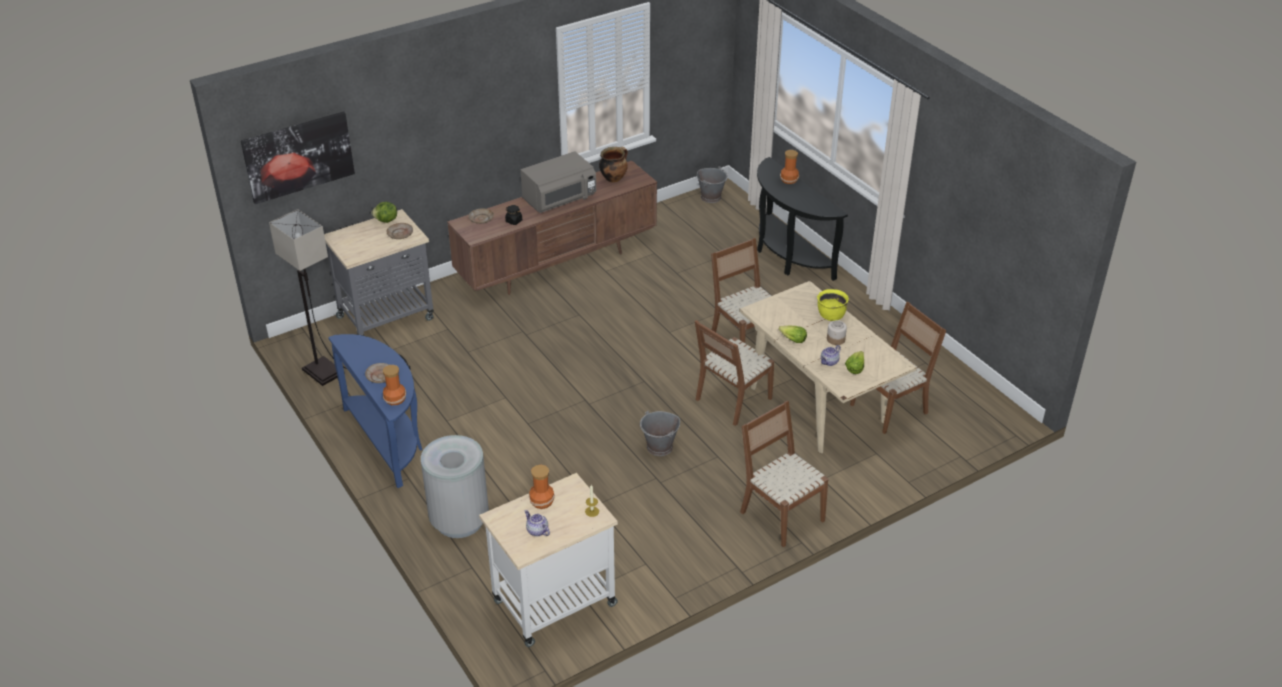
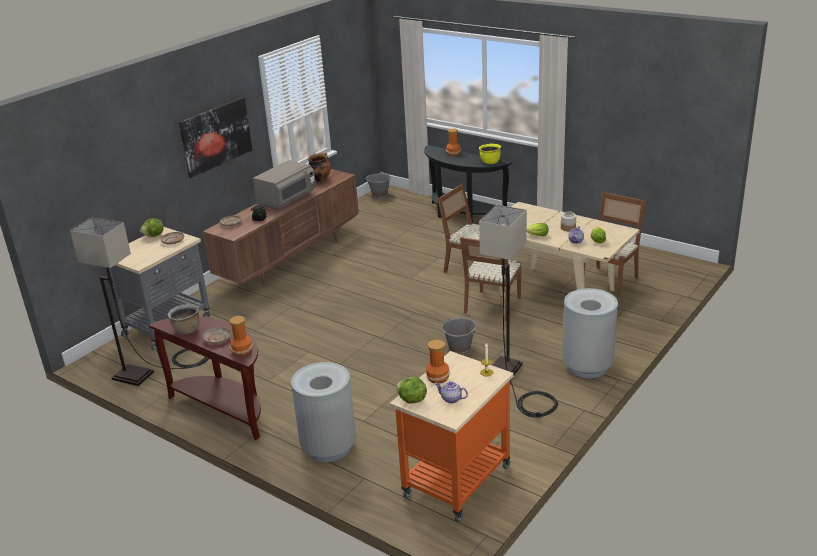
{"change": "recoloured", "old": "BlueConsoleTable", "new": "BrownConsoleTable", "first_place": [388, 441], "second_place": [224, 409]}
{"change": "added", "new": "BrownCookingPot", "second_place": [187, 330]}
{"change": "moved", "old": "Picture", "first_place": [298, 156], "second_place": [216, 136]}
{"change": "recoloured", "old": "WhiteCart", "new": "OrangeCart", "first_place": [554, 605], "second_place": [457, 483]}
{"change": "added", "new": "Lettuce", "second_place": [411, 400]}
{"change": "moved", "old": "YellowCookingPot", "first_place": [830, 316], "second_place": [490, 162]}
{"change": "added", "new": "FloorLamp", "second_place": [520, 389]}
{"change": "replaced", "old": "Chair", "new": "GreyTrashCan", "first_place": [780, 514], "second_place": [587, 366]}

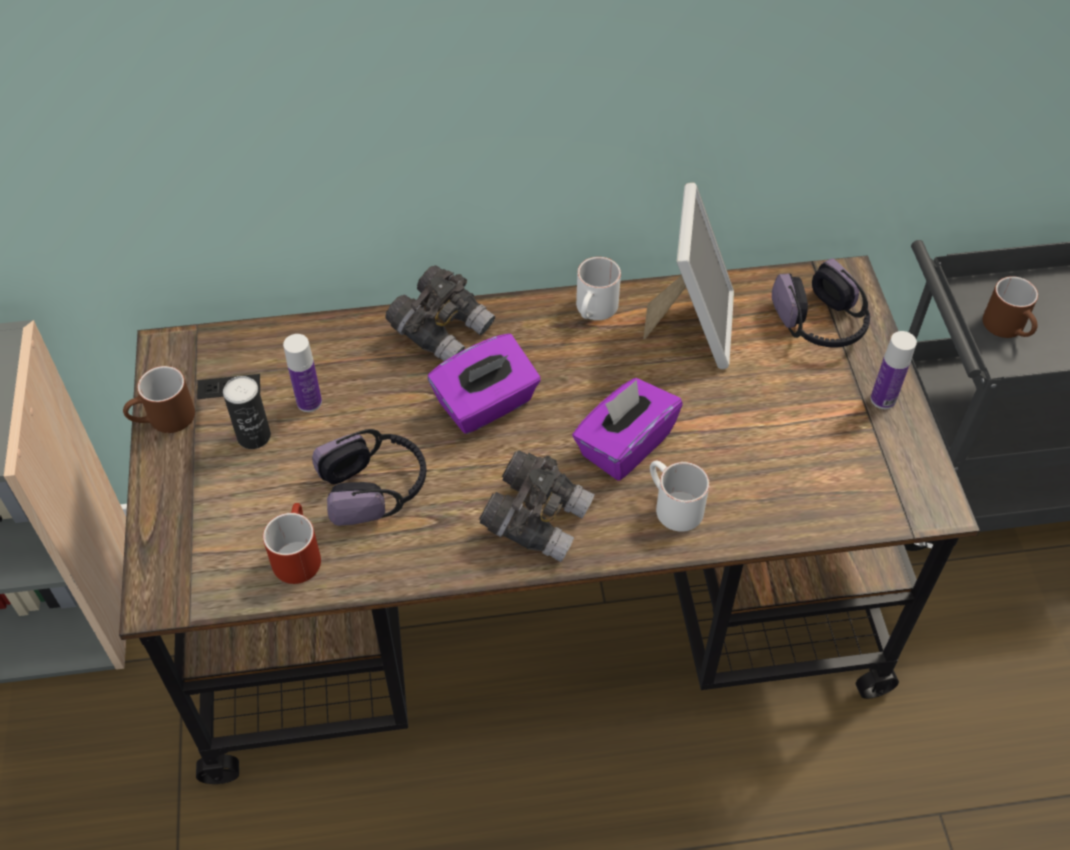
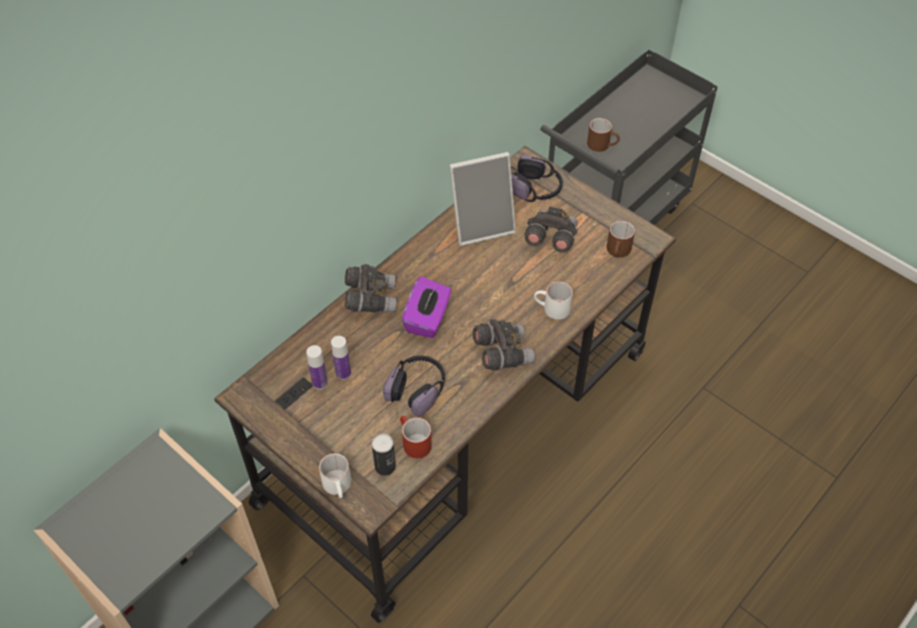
{"change": "moved", "old": "Bottle", "first_place": [883, 399], "second_place": [320, 383]}
{"change": "moved", "old": "WhiteMug", "first_place": [595, 311], "second_place": [339, 487]}
{"change": "moved", "old": "Can", "first_place": [254, 436], "second_place": [385, 466]}
{"change": "turned", "old": "PictureFrame", "first_place": [691, 326], "second_place": [482, 224], "degrees": 105}
{"change": "added", "new": "GreyBinoculars", "second_place": [550, 239]}
{"change": "moved", "old": "BrownMug", "first_place": [164, 420], "second_place": [618, 252]}
{"change": "removed", "old": "PurpleTissueBox", "first_place": [624, 445]}

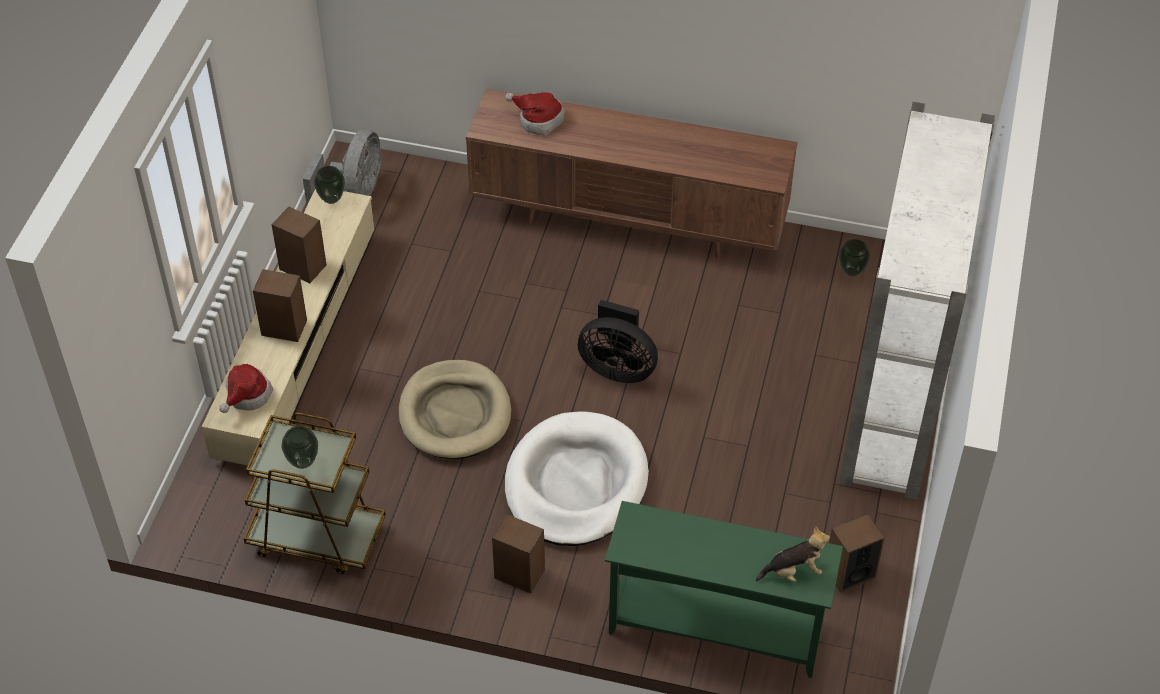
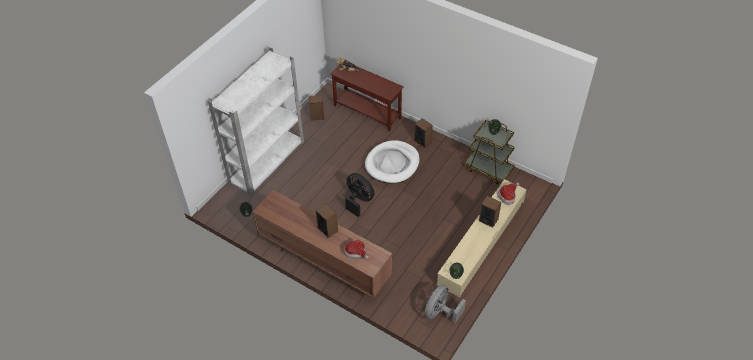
{"change": "moved", "old": "Speaker", "first_place": [302, 267], "second_place": [328, 229]}
{"change": "recoloured", "old": "GreenConsoleTable", "new": "BrownConsoleTable", "first_place": [714, 628], "second_place": [367, 112]}
{"change": "removed", "old": "BeigeDogBed", "first_place": [455, 413]}

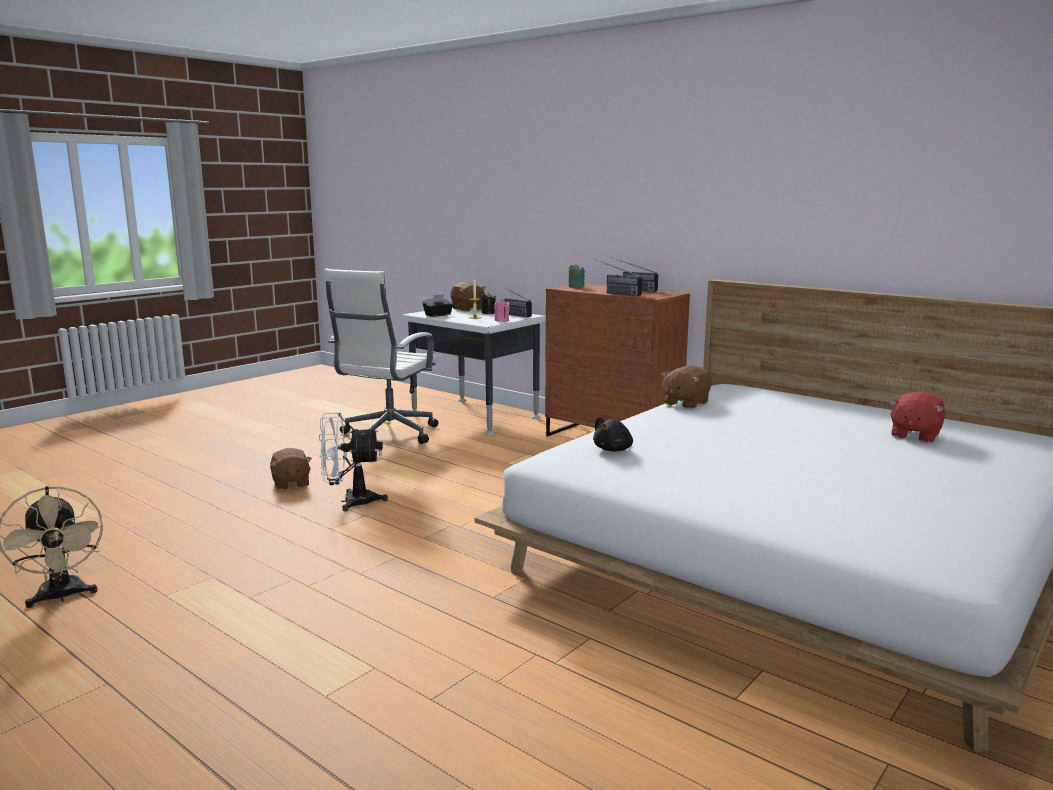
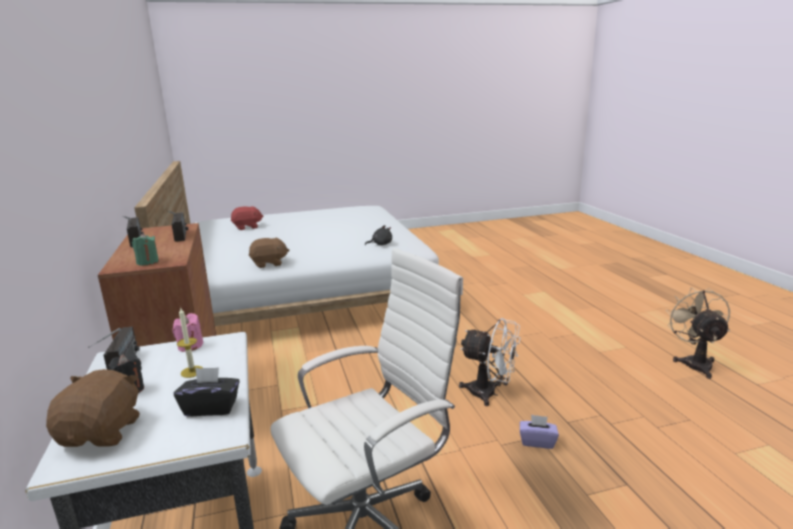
{"change": "replaced", "old": "BrownPlushToy", "new": "PurpleTissueBox", "first_place": [291, 484], "second_place": [537, 441]}

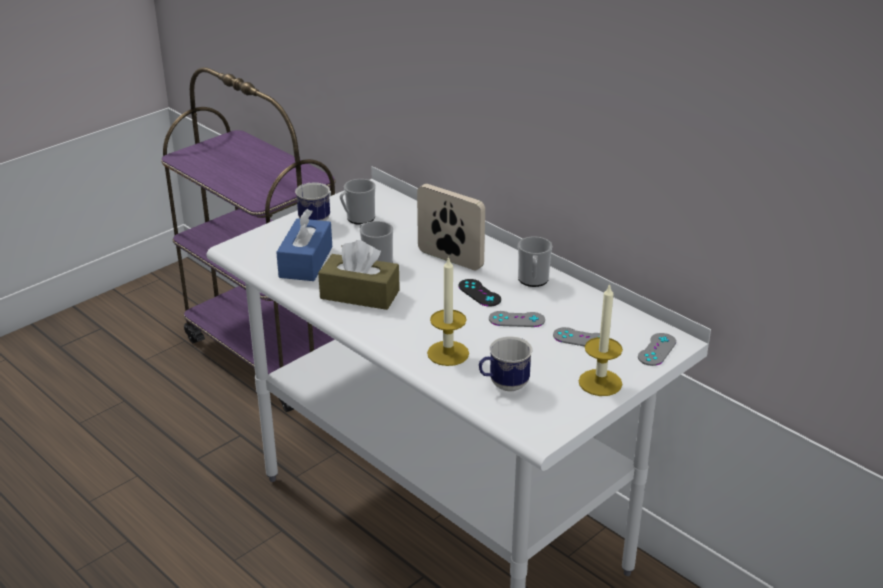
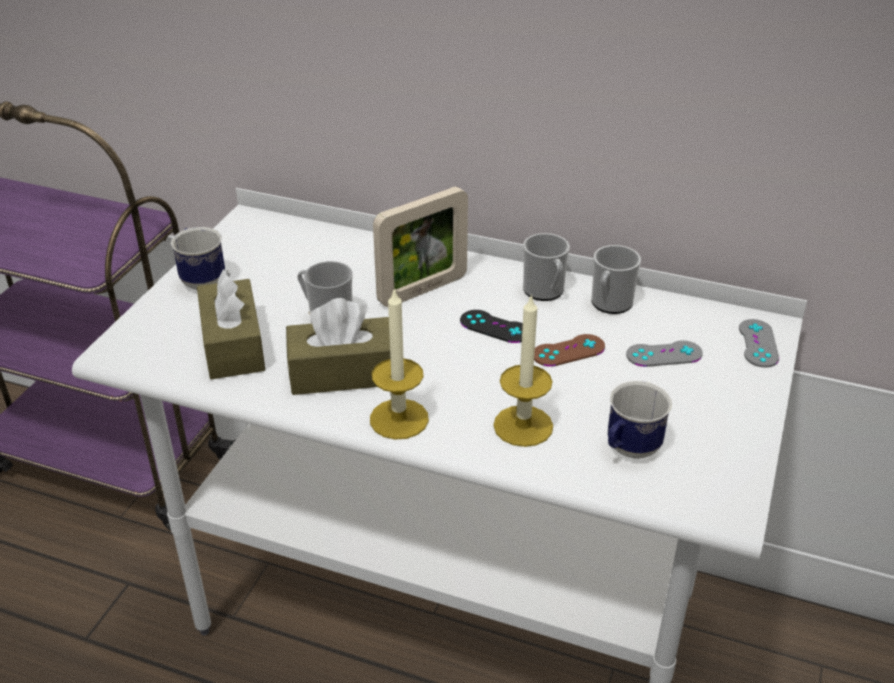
{"change": "recoloured", "old": "BlueTissueBox", "new": "BrownTissueBox", "first_place": [306, 262], "second_place": [233, 345]}
{"change": "moved", "old": "Candle", "first_place": [600, 382], "second_place": [399, 419]}
{"change": "turned", "old": "PictureFrame", "first_place": [450, 259], "second_place": [422, 290], "degrees": 135}
{"change": "recoloured", "old": "GreyGameController", "new": "BrownGameController", "first_place": [516, 319], "second_place": [568, 351]}
{"change": "moved", "old": "Mug", "first_place": [357, 218], "second_place": [609, 304]}

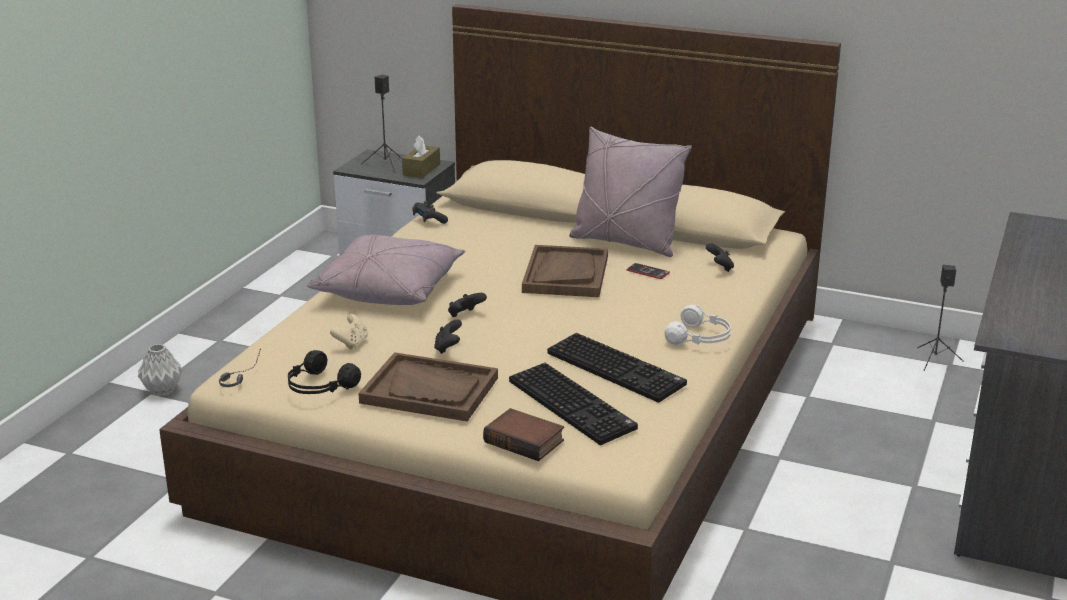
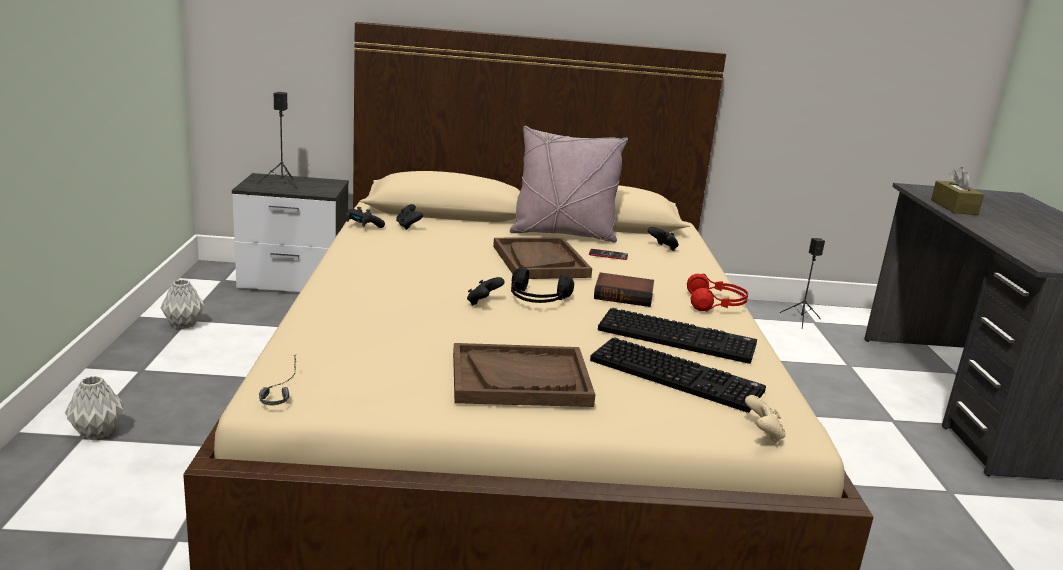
{"change": "added", "new": "GreyVase", "second_place": [184, 324]}
{"change": "moved", "old": "BlackGameController", "first_place": [448, 348], "second_place": [408, 226]}
{"change": "moved", "old": "BlackHeadphones", "first_place": [319, 387], "second_place": [537, 299]}
{"change": "moved", "old": "Book", "first_place": [526, 440], "second_place": [624, 295]}
{"change": "recoloured", "old": "WhiteHeadphones", "new": "RedHeadphones", "first_place": [700, 338], "second_place": [716, 304]}
{"change": "moved", "old": "BeigeGameController", "first_place": [351, 343], "second_place": [763, 434]}
{"change": "moved", "old": "BrownTissueBox", "first_place": [421, 170], "second_place": [954, 207]}
{"change": "removed", "old": "PurplePillow", "first_place": [389, 289]}

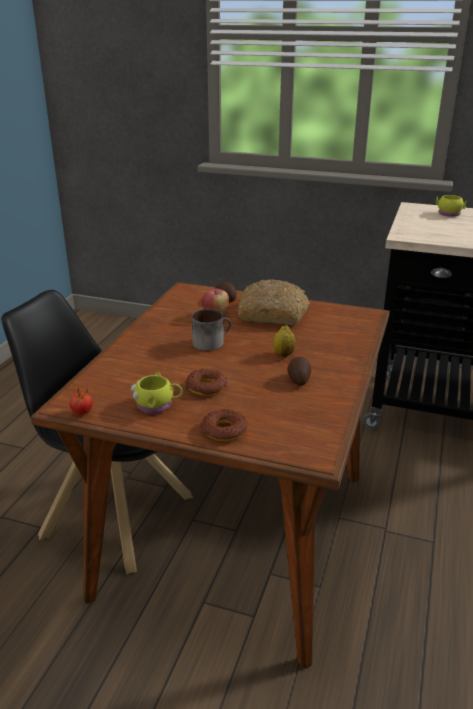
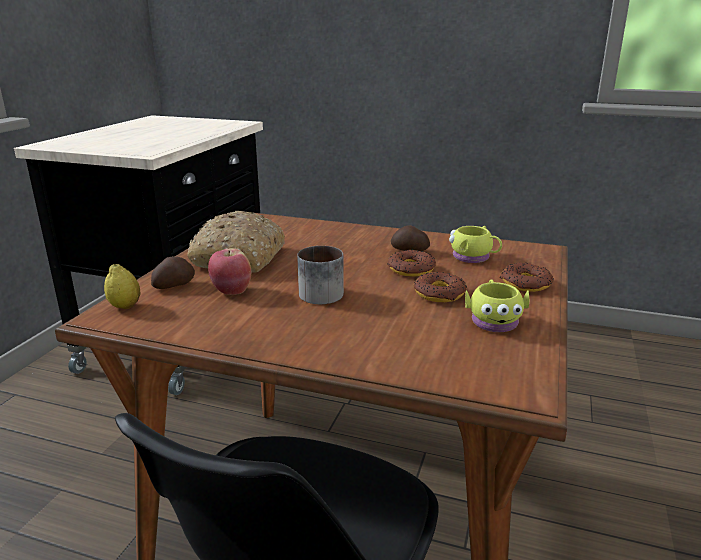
{"change": "moved", "old": "Lemon", "first_place": [283, 354], "second_place": [125, 306]}
{"change": "added", "new": "Donut", "second_place": [411, 269]}
{"change": "moved", "old": "YellowMug", "first_place": [448, 214], "second_place": [474, 258]}
{"change": "removed", "old": "Tomato", "first_place": [82, 412]}

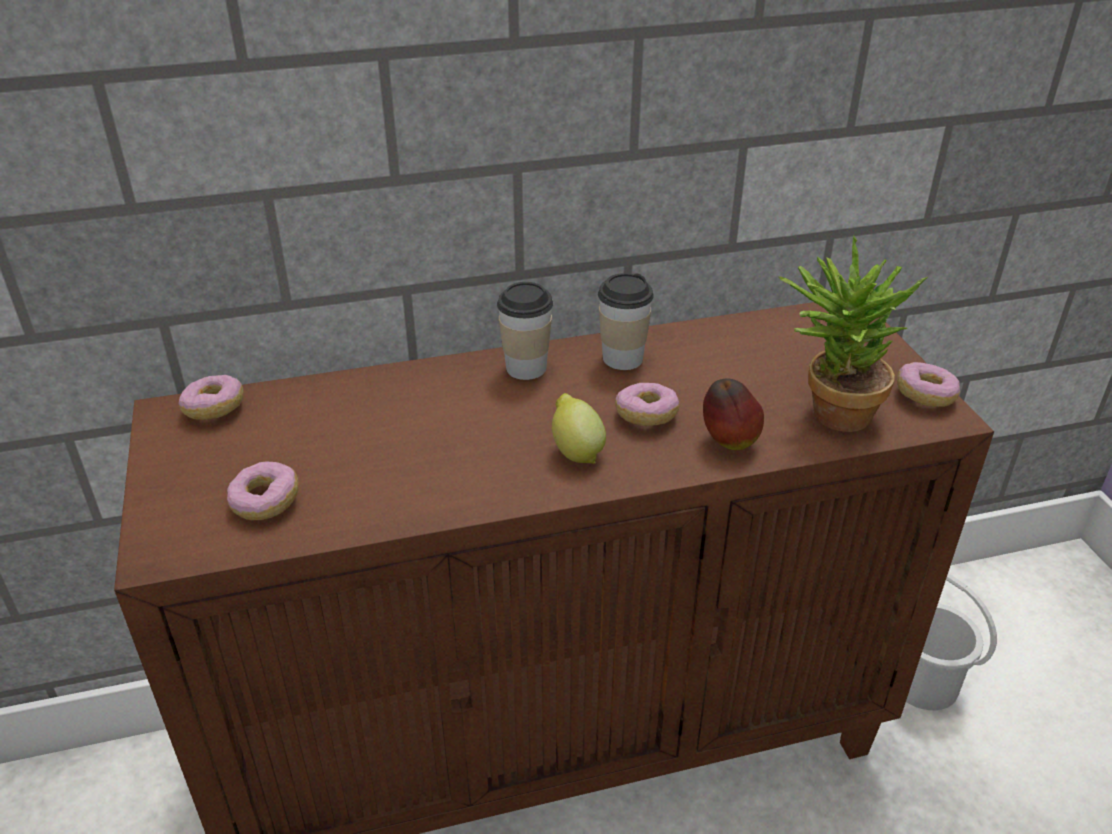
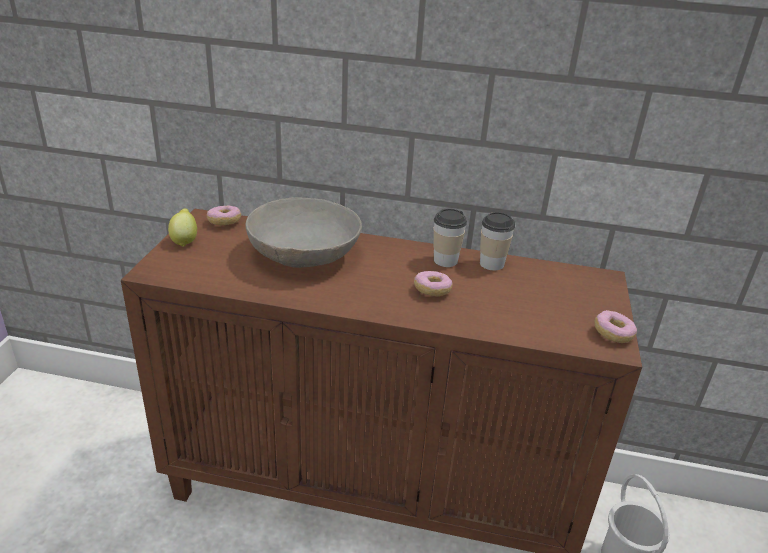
{"change": "moved", "old": "Lemon", "first_place": [576, 452], "second_place": [184, 241]}
{"change": "added", "new": "GreyBowl", "second_place": [305, 254]}
{"change": "moved", "old": "Cup", "first_place": [526, 367], "second_place": [491, 264]}
{"change": "removed", "old": "Donut", "first_place": [265, 502]}
{"change": "removed", "old": "Apple", "first_place": [728, 442]}
{"change": "removed", "old": "PottedPlant", "first_place": [829, 412]}

